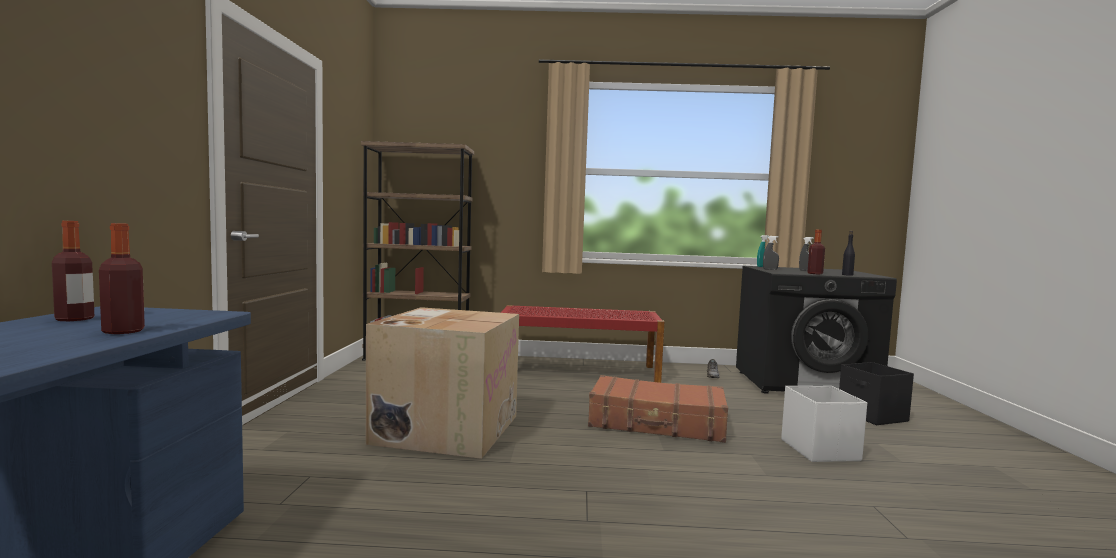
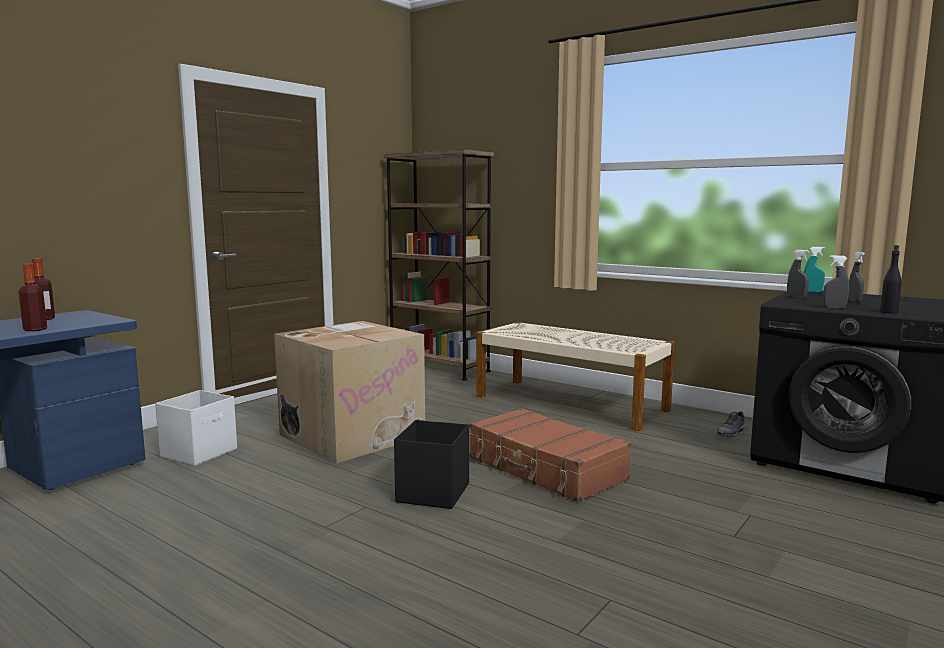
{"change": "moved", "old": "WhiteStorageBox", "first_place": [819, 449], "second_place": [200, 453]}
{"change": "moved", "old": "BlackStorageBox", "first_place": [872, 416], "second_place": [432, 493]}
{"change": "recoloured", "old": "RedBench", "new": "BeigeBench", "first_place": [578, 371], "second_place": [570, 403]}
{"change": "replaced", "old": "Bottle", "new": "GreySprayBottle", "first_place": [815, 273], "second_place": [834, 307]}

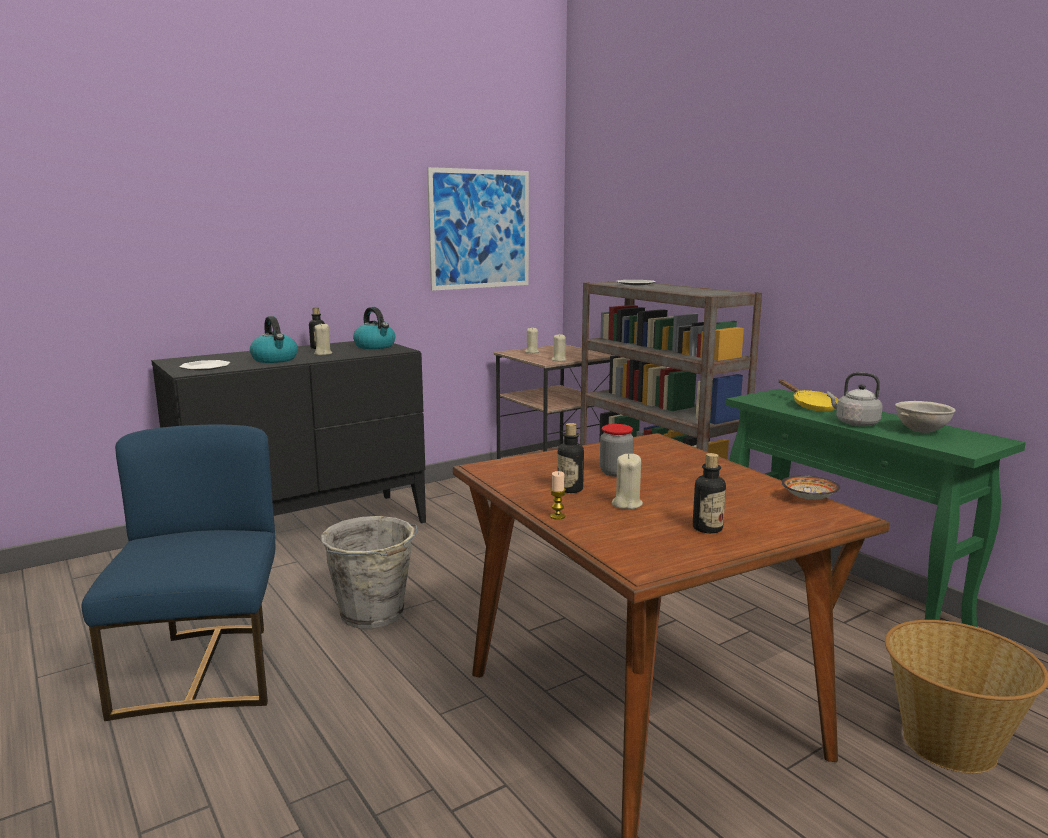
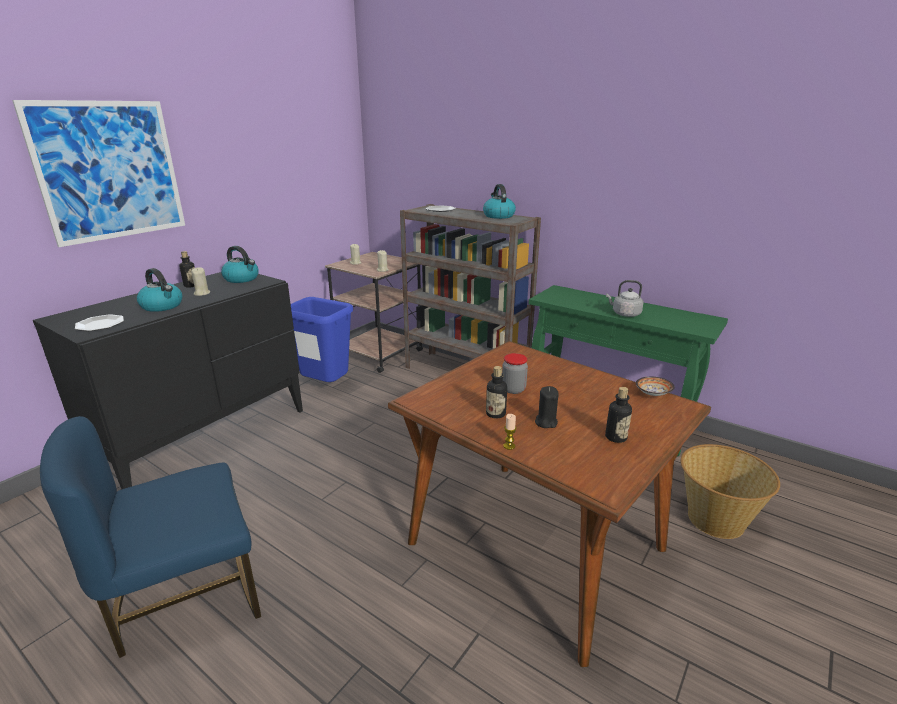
{"change": "moved", "old": "Picture", "first_place": [480, 229], "second_place": [110, 171]}
{"change": "turned", "old": "BlueChair", "first_place": [205, 669], "second_place": [186, 597], "degrees": -90}
{"change": "added", "new": "BlueTrashCan", "second_place": [325, 387]}
{"change": "added", "new": "Kettle", "second_place": [498, 216]}
{"change": "recoloured", "old": "BeigeCandle", "new": "BlackCandle", "first_place": [626, 504], "second_place": [546, 422]}
{"change": "removed", "old": "GreyBucket", "first_place": [373, 614]}
{"change": "removed", "old": "YellowFryingPan", "first_place": [811, 406]}
{"change": "removed", "old": "GreyBowl", "first_place": [920, 431]}

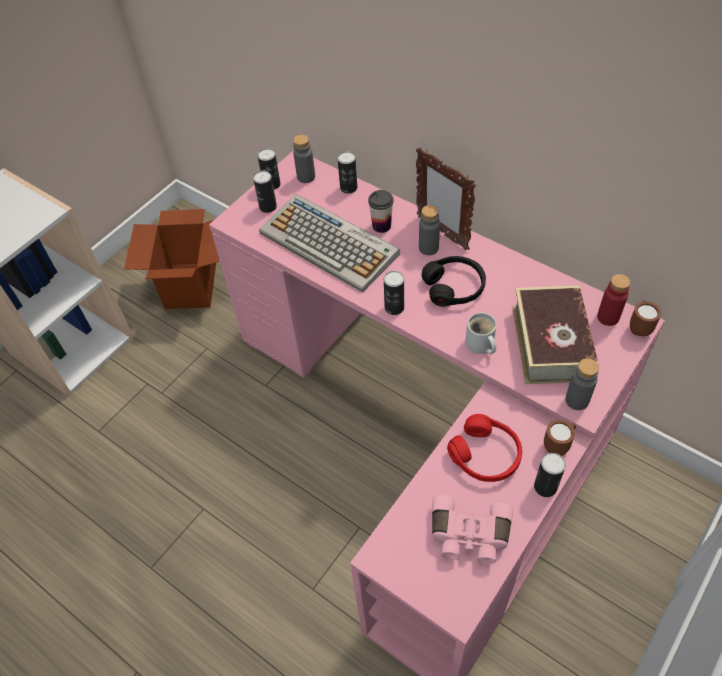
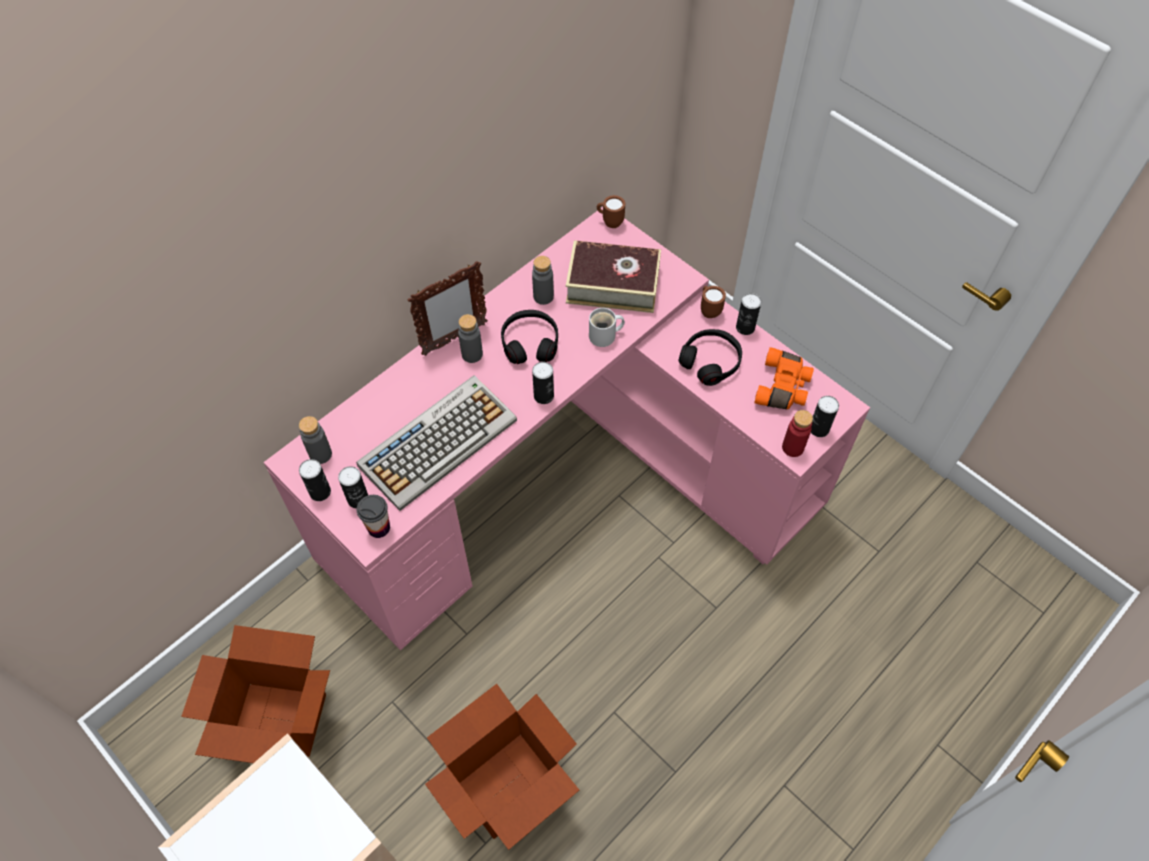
{"change": "moved", "old": "Cup", "first_place": [381, 226], "second_place": [379, 527]}
{"change": "added", "new": "CardboardBox", "second_place": [506, 786]}
{"change": "moved", "old": "GreyBottle", "first_place": [577, 400], "second_place": [543, 296]}
{"change": "recoloured", "old": "RedHeadphones", "new": "BlackHeadphones", "first_place": [485, 455], "second_place": [710, 361]}
{"change": "recoloured", "old": "PinkBinoculars", "new": "OrangeBinoculars", "first_place": [469, 536], "second_place": [783, 387]}
{"change": "moved", "old": "RedBottle", "first_place": [608, 317], "second_place": [792, 447]}
{"change": "moved", "old": "Can", "first_place": [348, 188], "second_place": [819, 429]}

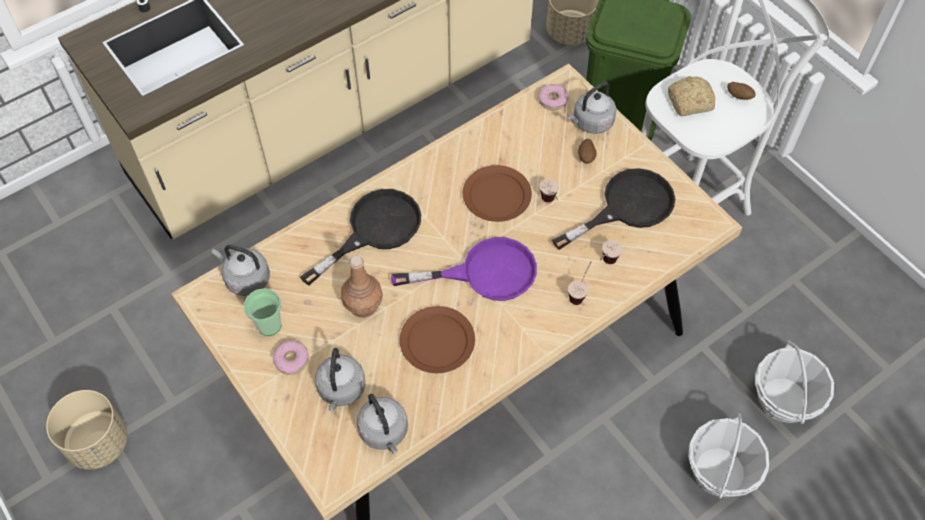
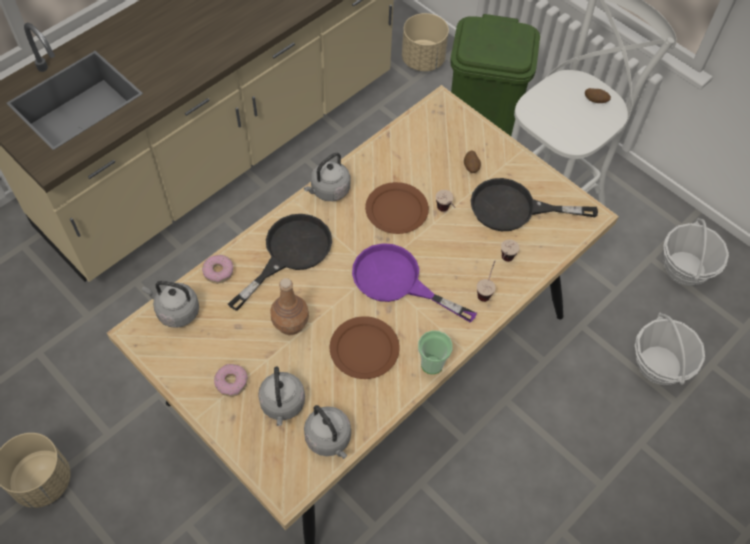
{"change": "moved", "old": "Donut", "first_place": [552, 100], "second_place": [218, 271]}
{"change": "moved", "old": "GreyKettle", "first_place": [591, 123], "second_place": [328, 190]}
{"change": "turned", "old": "PurpleFryingPan", "first_place": [484, 273], "second_place": [397, 282], "degrees": -135}
{"change": "moved", "old": "Cup", "first_place": [269, 325], "second_place": [432, 364]}
{"change": "turned", "old": "BlackFryingPan", "first_place": [626, 207], "second_place": [514, 209], "degrees": -135}
{"change": "moved", "old": "Basket", "first_place": [719, 471], "second_place": [685, 268]}
{"change": "removed", "old": "Bread", "first_place": [688, 102]}

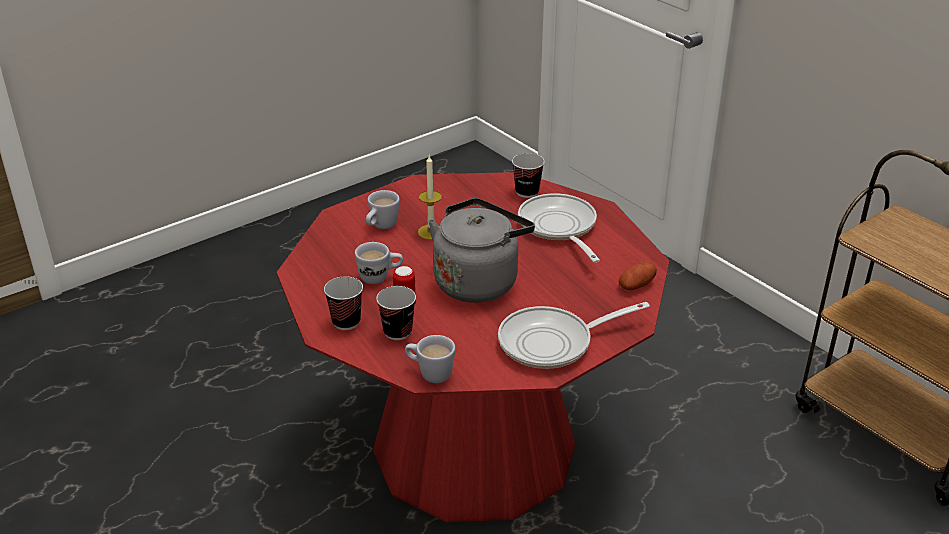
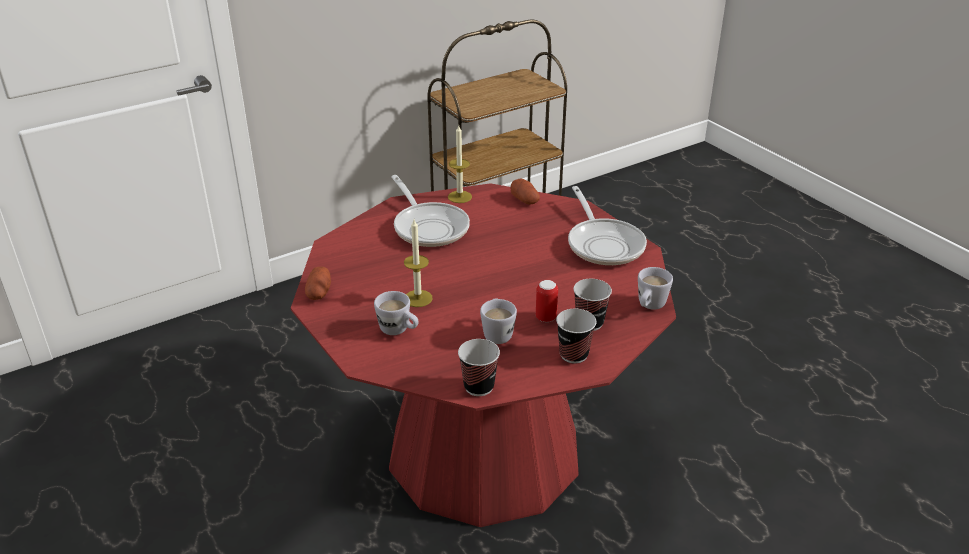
{"change": "added", "new": "Potato", "second_place": [319, 292]}
{"change": "turned", "old": "FryingPan", "first_place": [559, 228], "second_place": [429, 227], "degrees": -105}
{"change": "added", "new": "Candle", "second_place": [459, 197]}
{"change": "moved", "old": "Cup", "first_place": [527, 192], "second_place": [479, 387]}
{"change": "removed", "old": "GreyKettle", "first_place": [478, 281]}

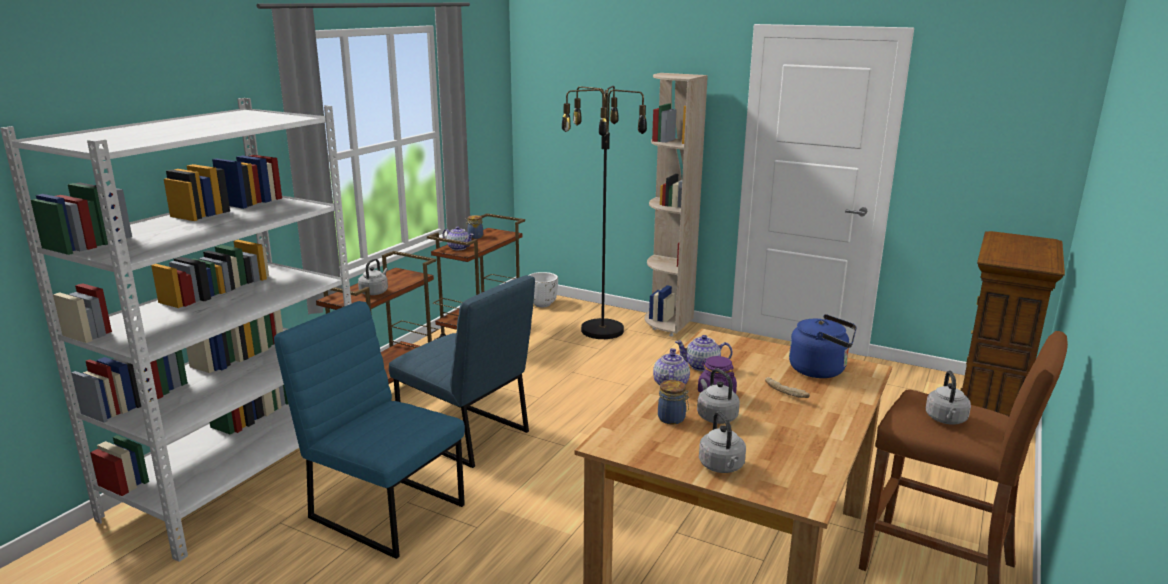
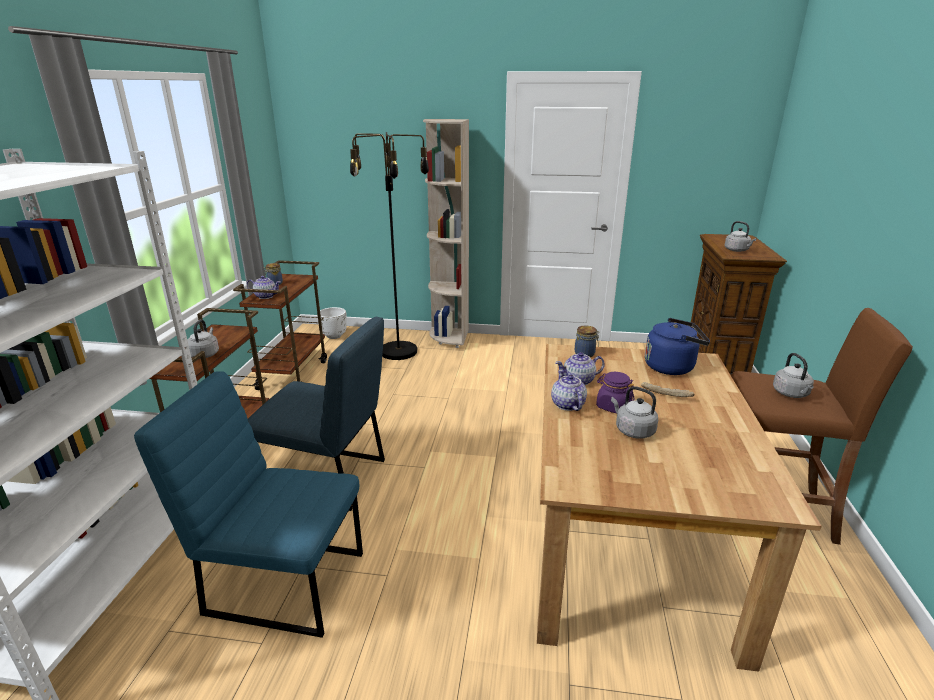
{"change": "moved", "old": "Jar", "first_place": [672, 419], "second_place": [585, 354]}
{"change": "moved", "old": "GreyKettle", "first_place": [722, 467], "second_place": [737, 250]}

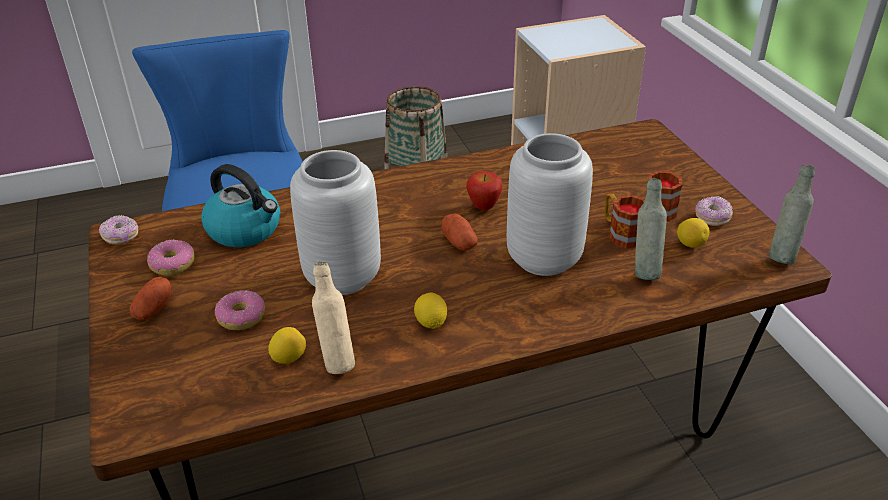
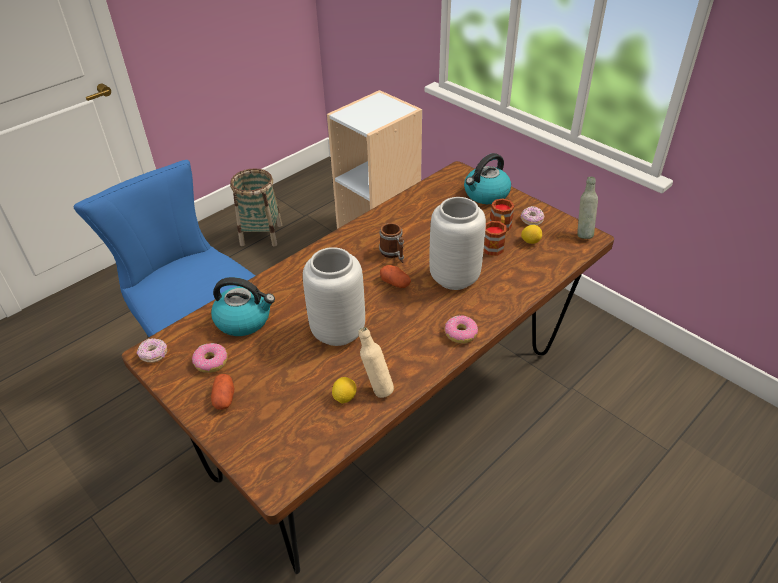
{"change": "replaced", "old": "Apple", "new": "Mug", "first_place": [483, 207], "second_place": [394, 254]}
{"change": "moved", "old": "Donut", "first_place": [241, 317], "second_place": [461, 334]}
{"change": "added", "new": "Kettle", "second_place": [486, 194]}
{"change": "removed", "old": "Lemon", "first_place": [431, 323]}
{"change": "removed", "old": "GreyBottle", "first_place": [644, 271]}

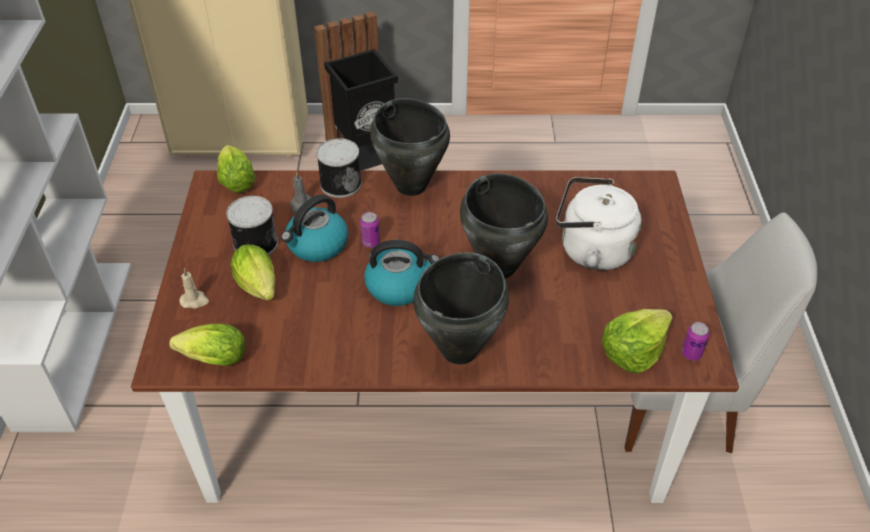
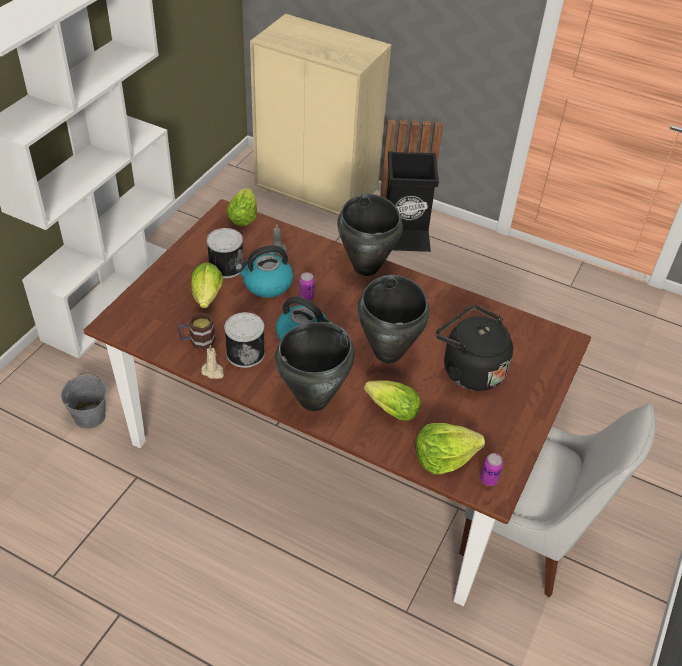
{"change": "added", "new": "GreyBucket", "second_place": [89, 416]}
{"change": "added", "new": "Mug", "second_place": [197, 341]}
{"change": "moved", "old": "BeigeCandle", "first_place": [195, 301], "second_place": [213, 372]}
{"change": "moved", "old": "Can", "first_place": [340, 183], "second_place": [245, 352]}
{"change": "moved", "old": "Lettuce", "first_place": [210, 359], "second_place": [389, 409]}
{"change": "recoloured", "old": "WhiteKettle", "new": "BlackKettle", "first_place": [591, 250], "second_place": [469, 370]}

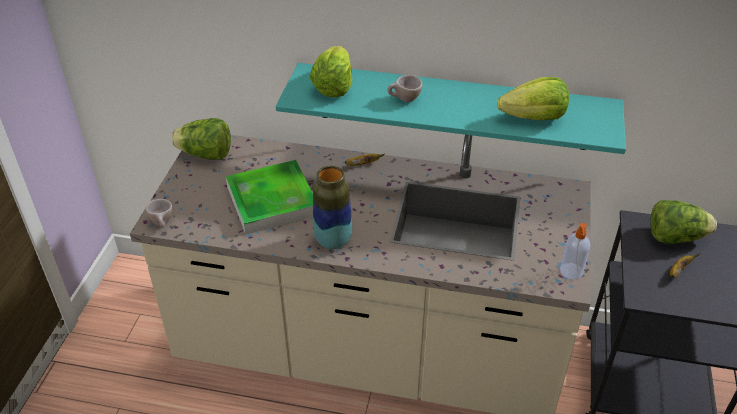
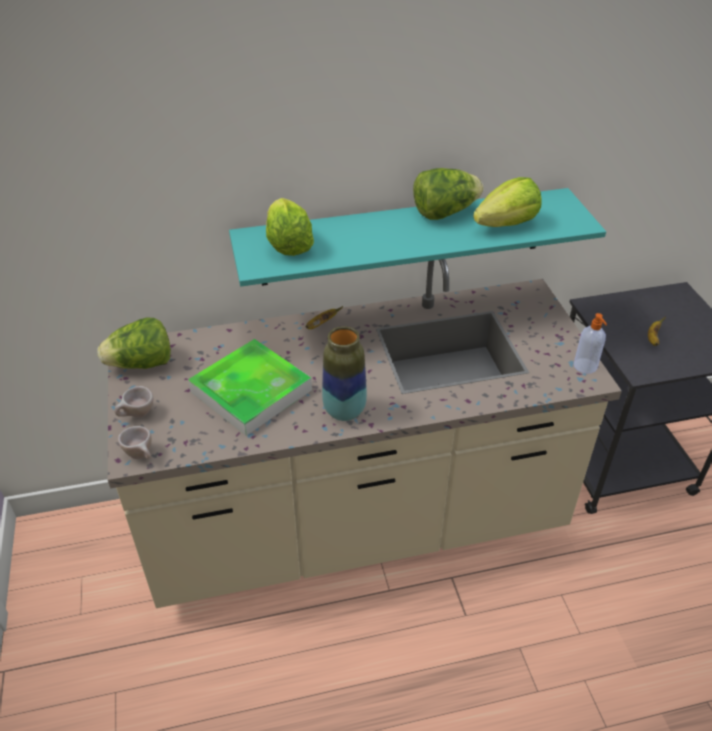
{"change": "moved", "old": "BeigeCup", "first_place": [404, 100], "second_place": [137, 415]}
{"change": "moved", "old": "Lettuce", "first_place": [675, 237], "second_place": [444, 213]}

